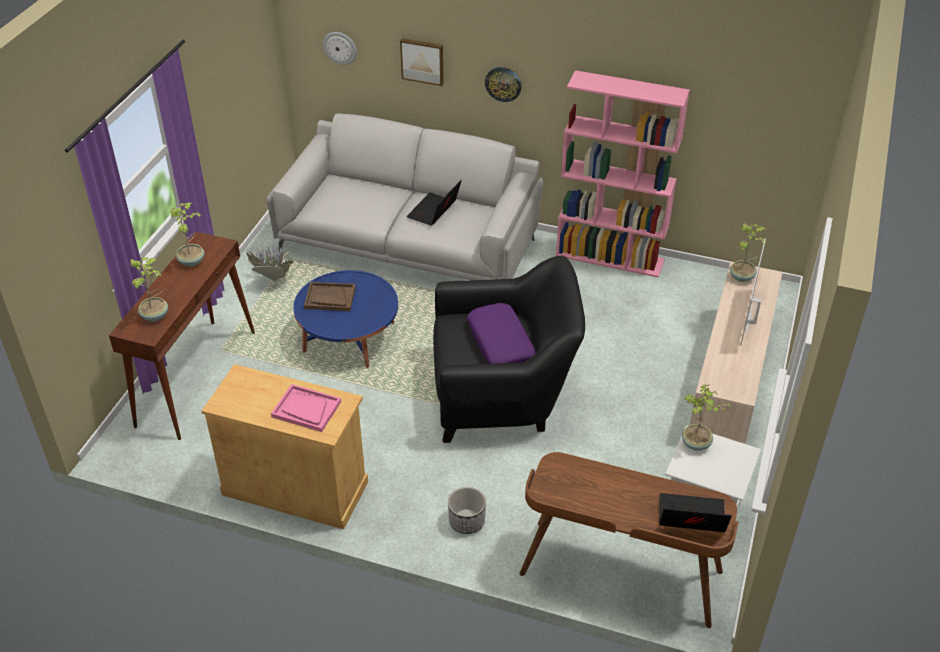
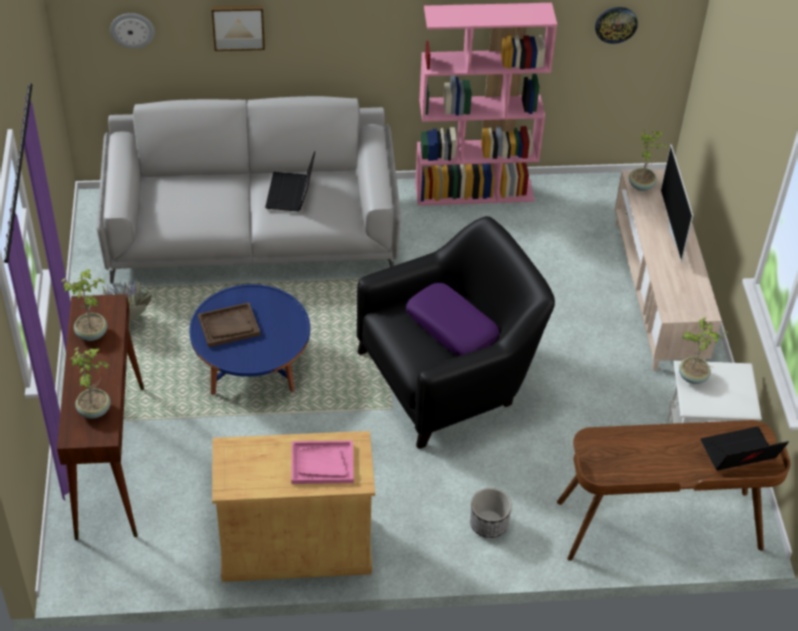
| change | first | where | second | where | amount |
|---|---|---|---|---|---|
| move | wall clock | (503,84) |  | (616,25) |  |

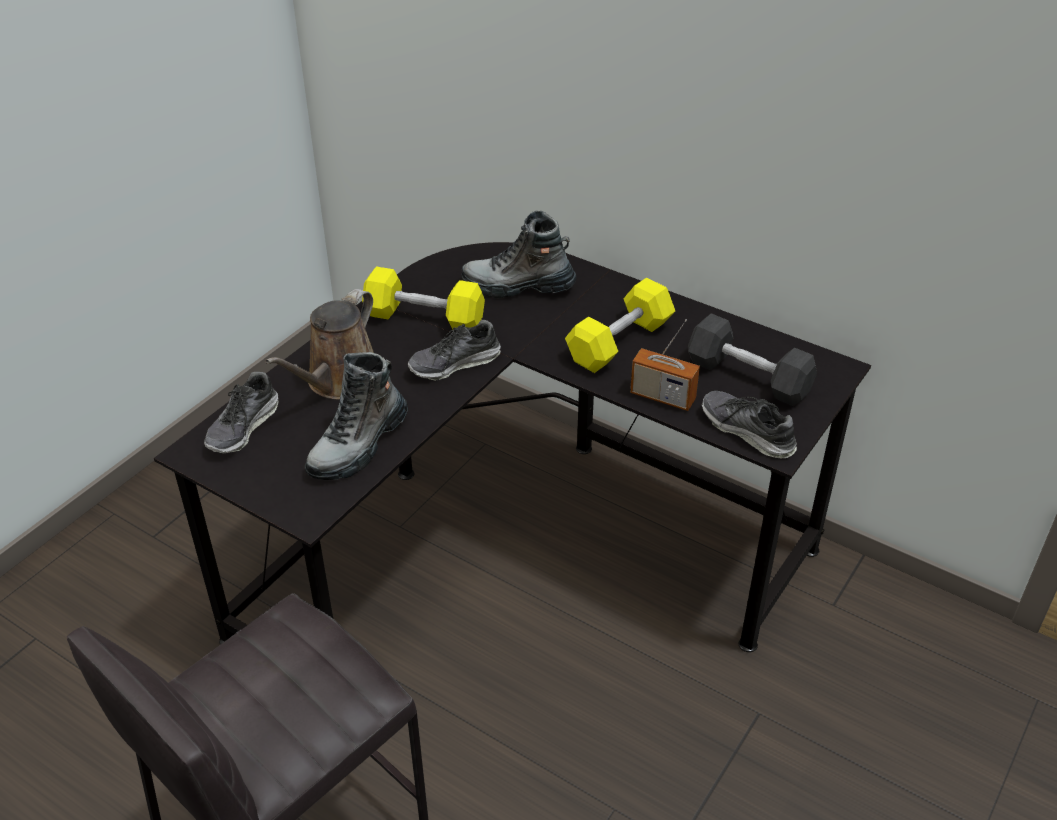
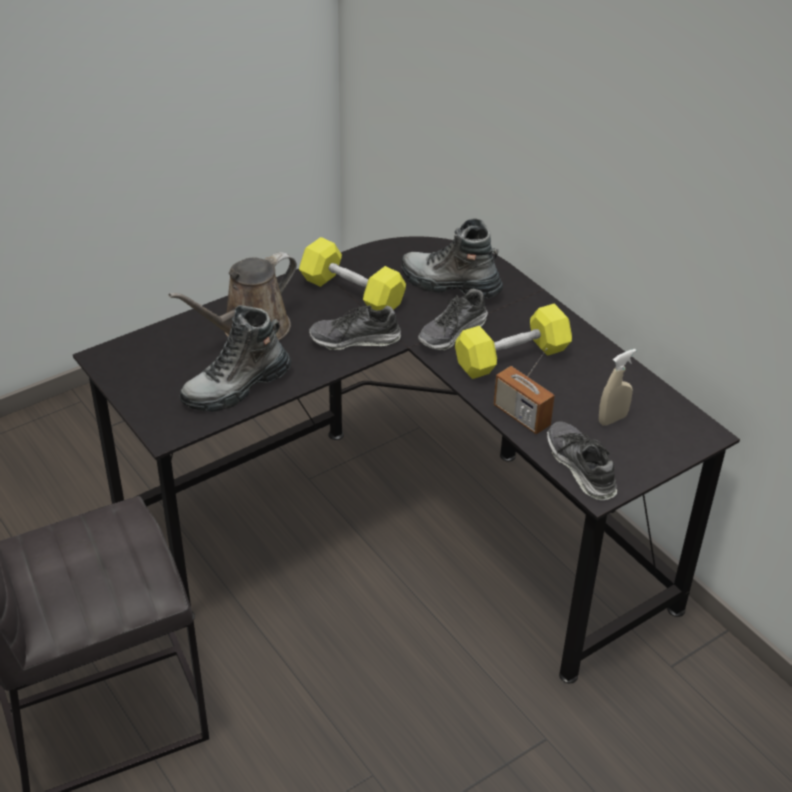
| change | first | where | second | where | amount |
|---|---|---|---|---|---|
| move | shoe | (241,413) |  | (453,319) |  |
| replace | blackish free weight | (752,359) | beige hand sprayer | (617,387) |  |

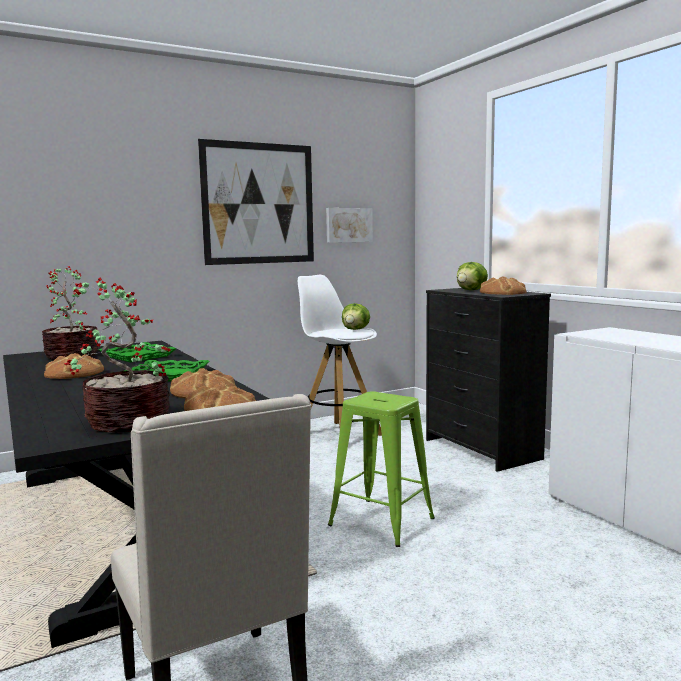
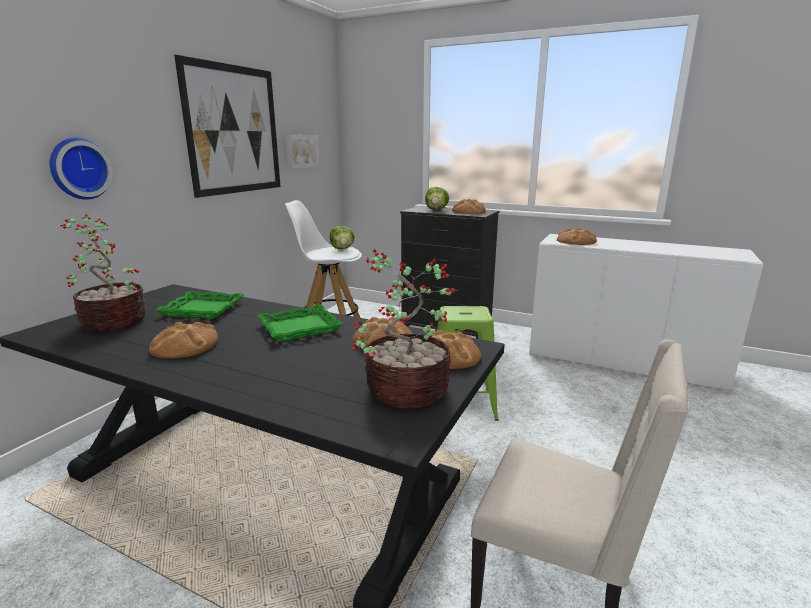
| change | first | where | second | where | amount |
|---|---|---|---|---|---|
| insert |  |  | wall clock | (81,169) |  |
| insert |  |  | baked bread | (577,236) |  |

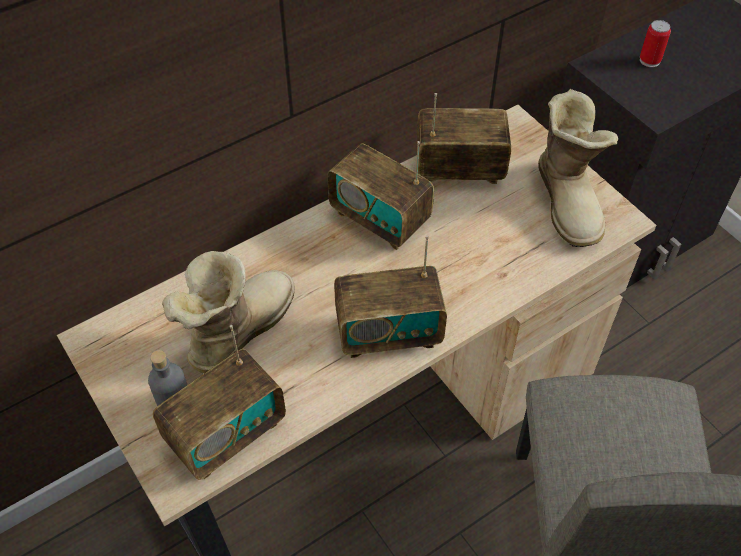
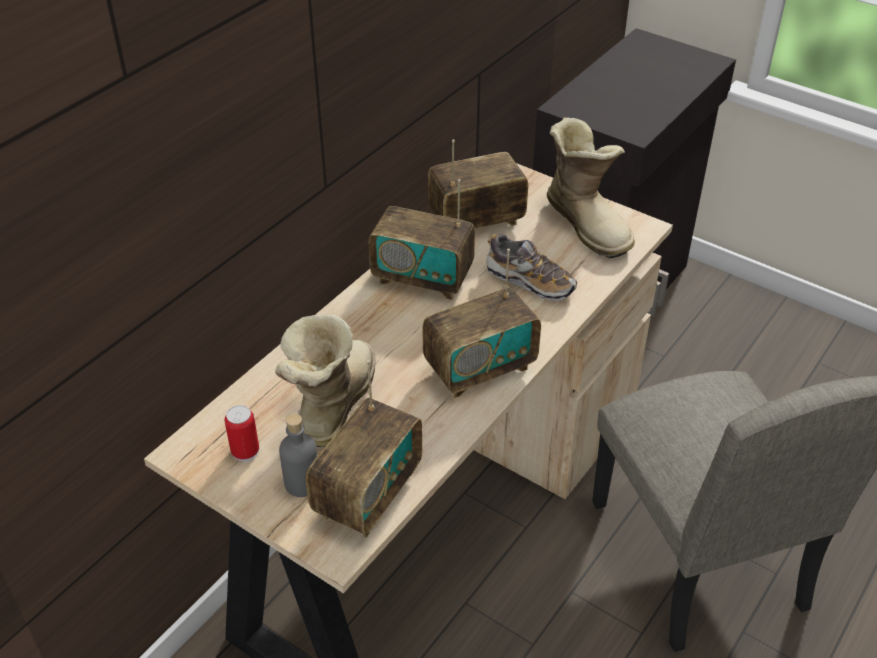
| change | first | where | second | where | amount |
|---|---|---|---|---|---|
| insert |  |  | shoe | (531,267) |  |
| move | metal can | (655,43) |  | (242,433) |  |

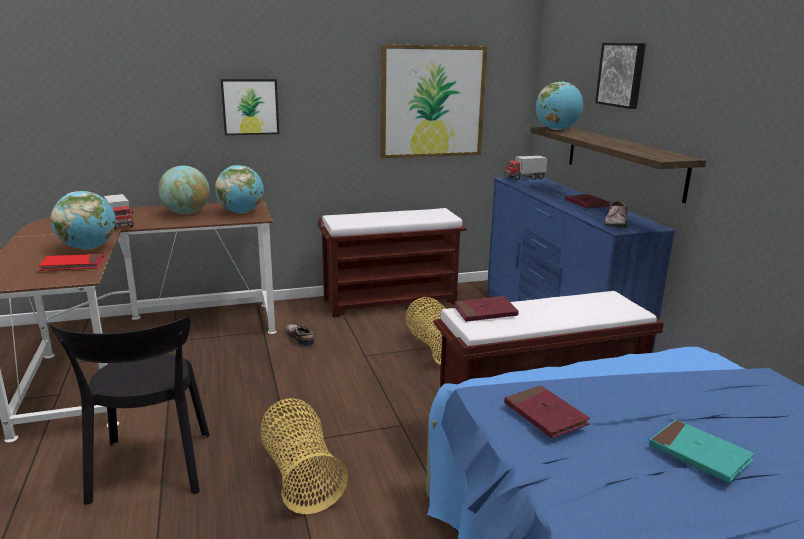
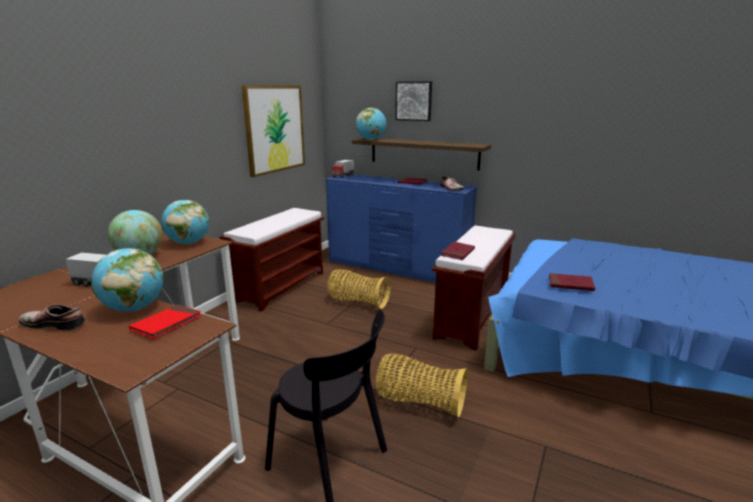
| change | first | where | second | where | amount |
|---|---|---|---|---|---|
| delete | wall picture | (249,107) |  |  |  |
| delete | turquoise-coloured volume | (701,451) |  |  |  |
| move | shoe | (300,335) |  | (52,317) |  |

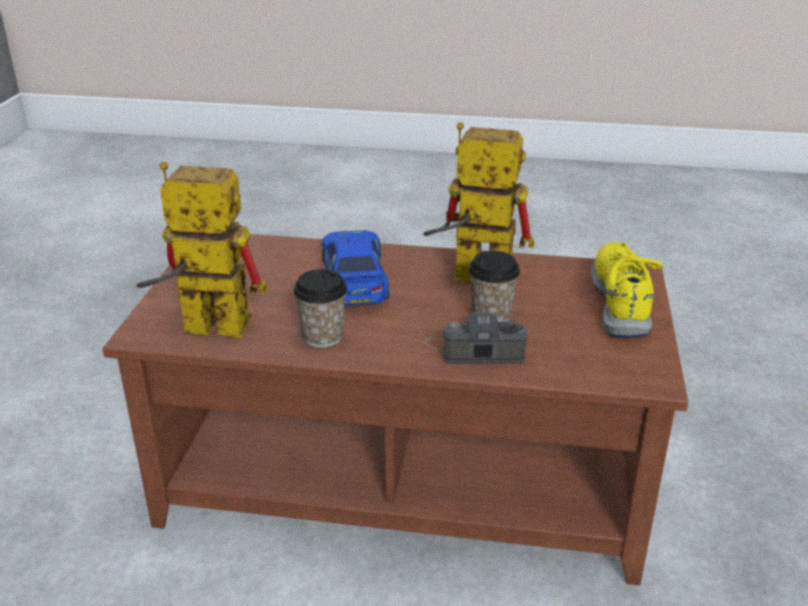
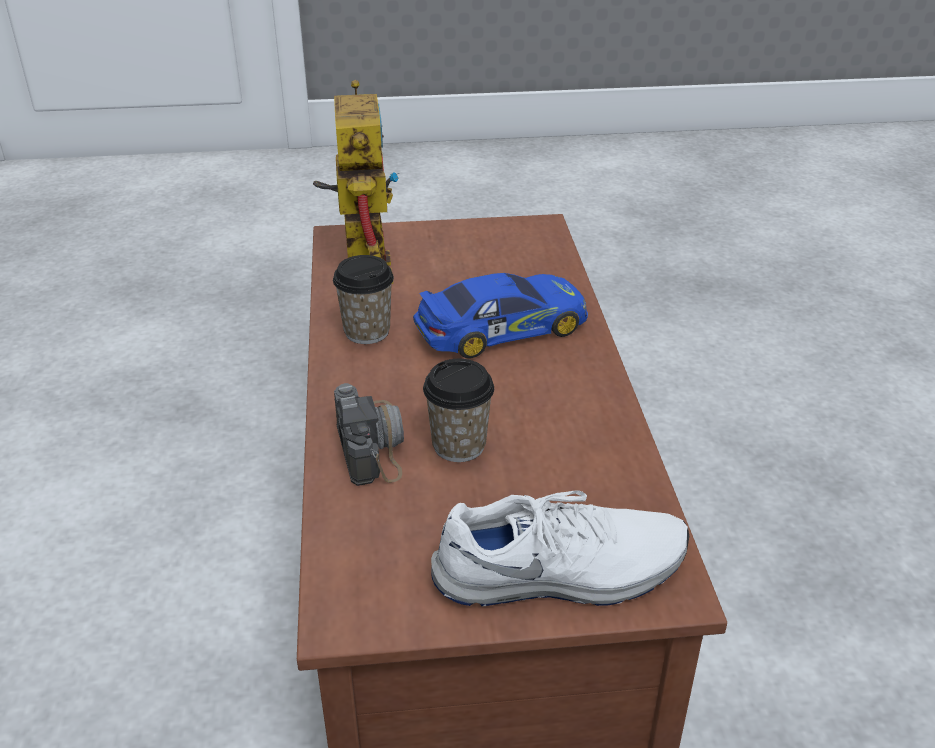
| change | first | where | second | where | amount |
|---|---|---|---|---|---|
| delete | robot figure | (479,202) |  |  |  |
| recolor | yellow-coloured shoe | (627,290) | white-coloured shoe | (560,548) |  |

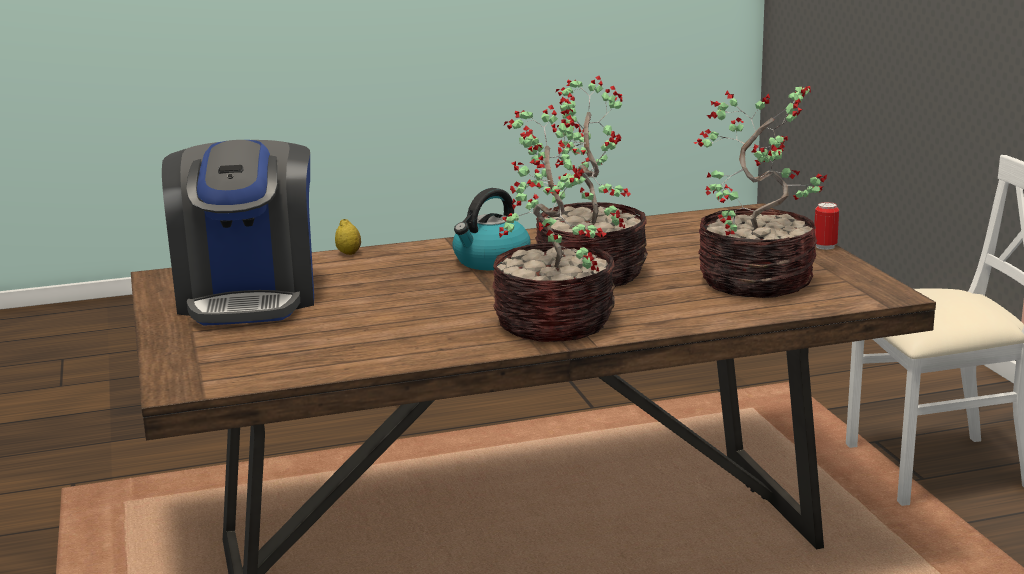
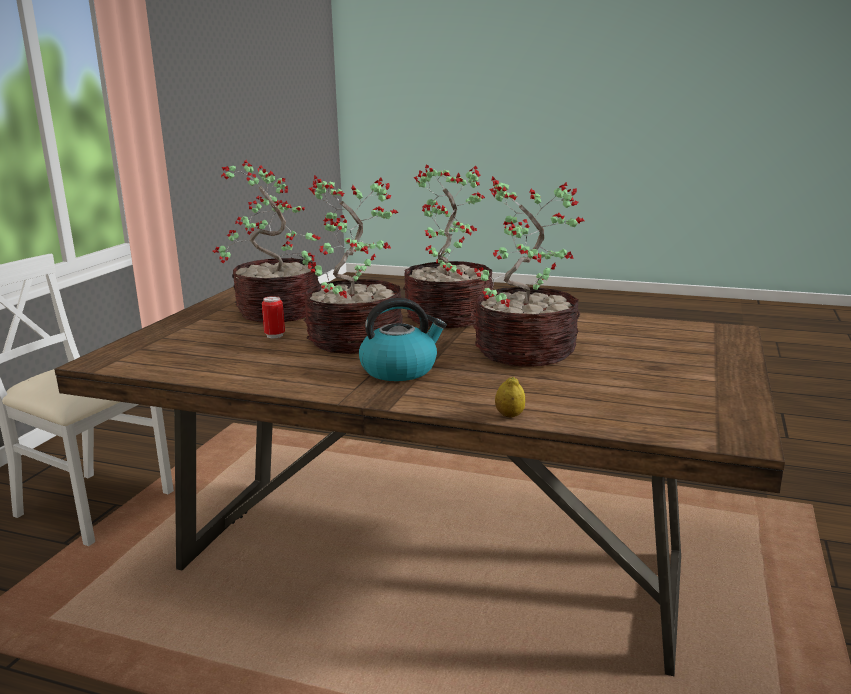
| change | first | where | second | where | amount |
|---|---|---|---|---|---|
| delete | coffee brewer | (238,233) |  |  |  |
| insert |  |  | potted plant | (528,271) |  |
| move | metal can | (826,226) |  | (273,317) |  |

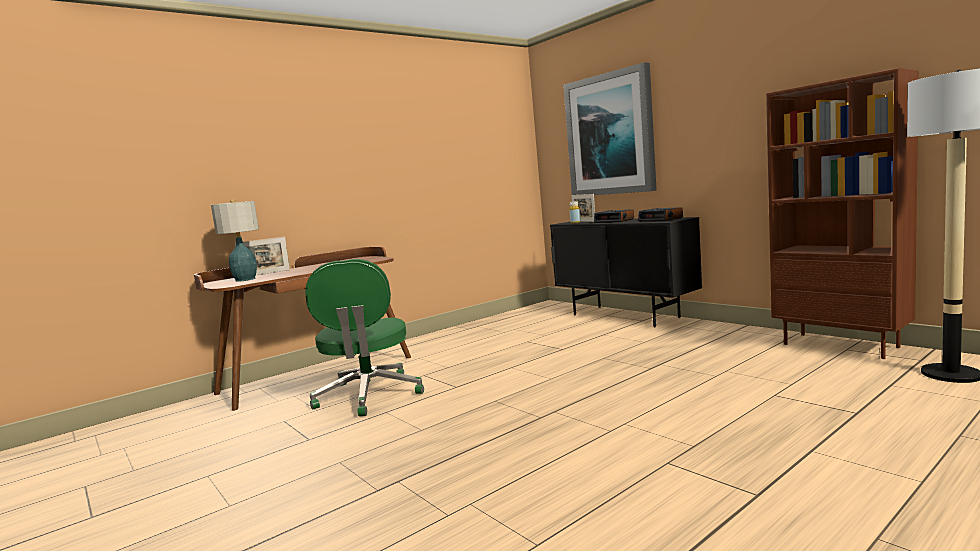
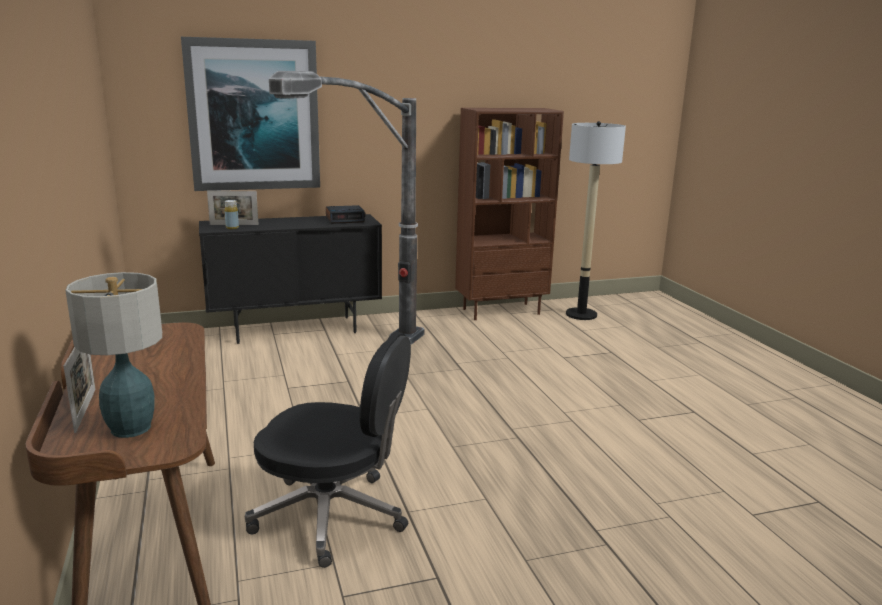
| change | first | where | second | where | amount |
|---|---|---|---|---|---|
| delete | table clock | (614,216) |  |  |  |
| insert |  |  | standing lamp | (346,207) |  |
| recolor | greenish office chair | (364,337) | blackish office chair | (328,450) |  |

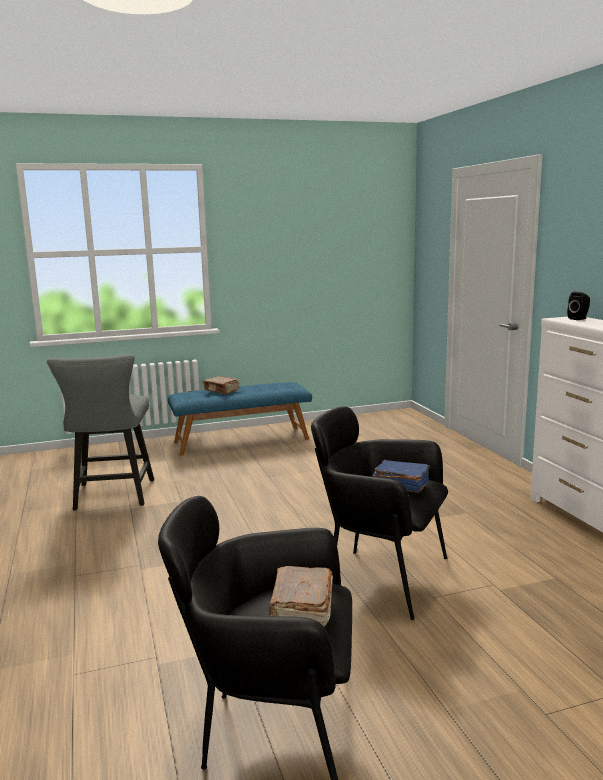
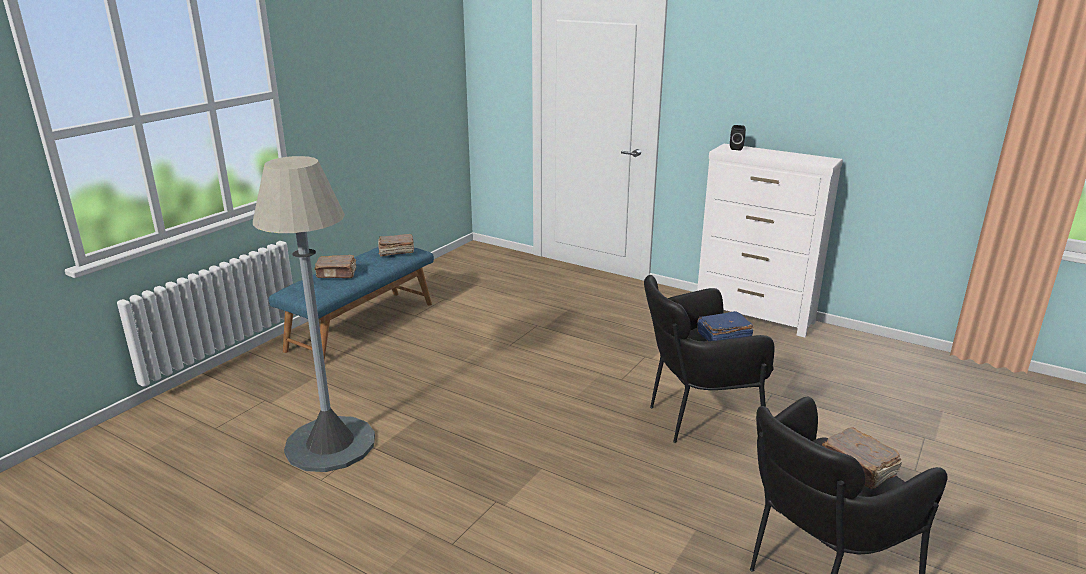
| change | first | where | second | where | amount |
|---|---|---|---|---|---|
| insert |  |  | brownish volume | (396,245) |  |
| replace | grey plain chair | (100,432) | grey standing lamp | (314,314) |  |

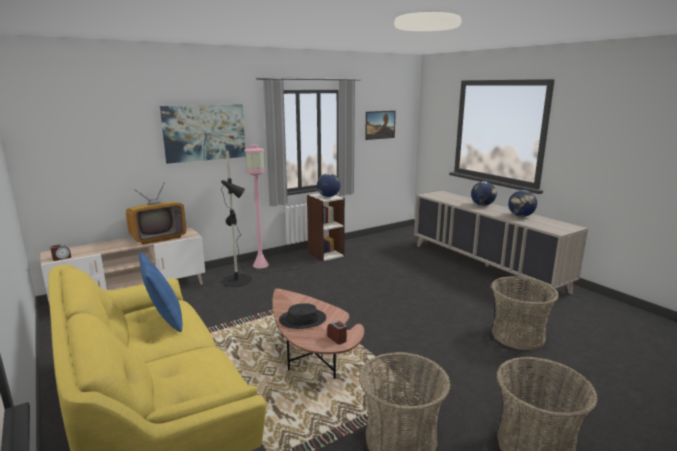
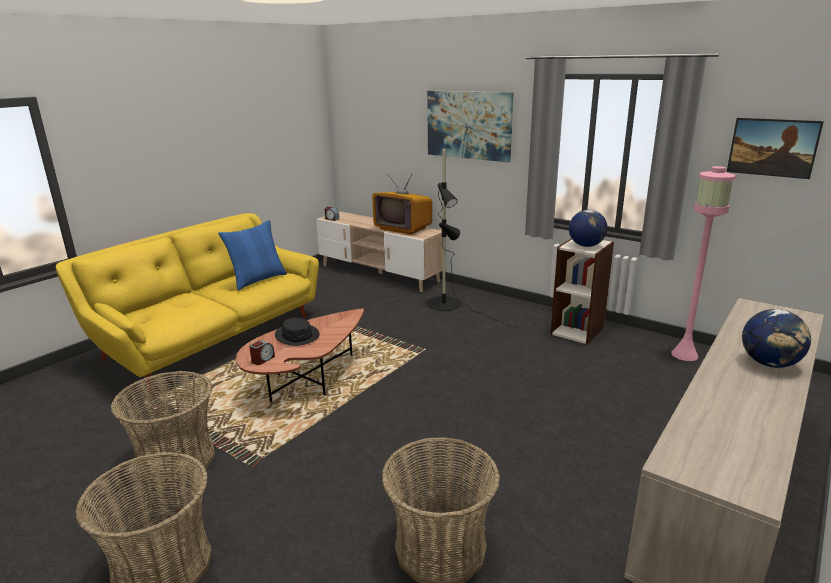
| change | first | where | second | where | amount |
|---|---|---|---|---|---|
| delete | world globe | (522,203) |  |  |  |
| move | pinkish standing lamp | (256,206) |  | (703,263) |  |

